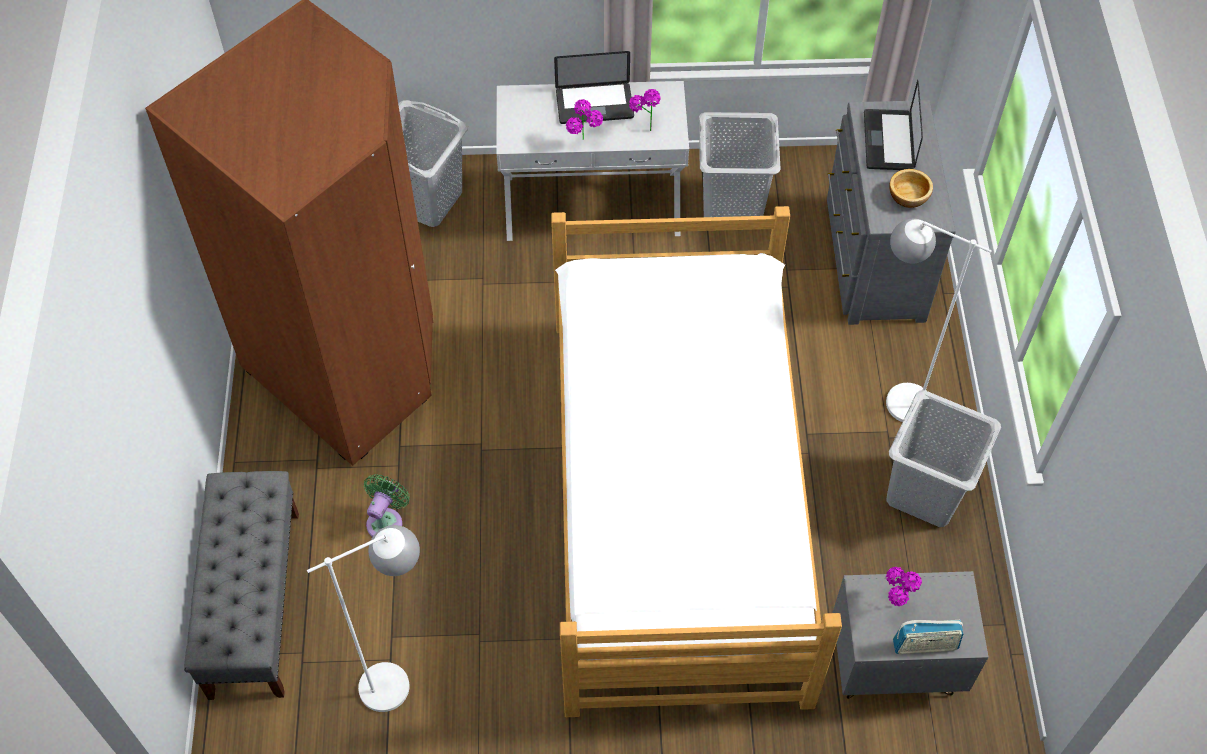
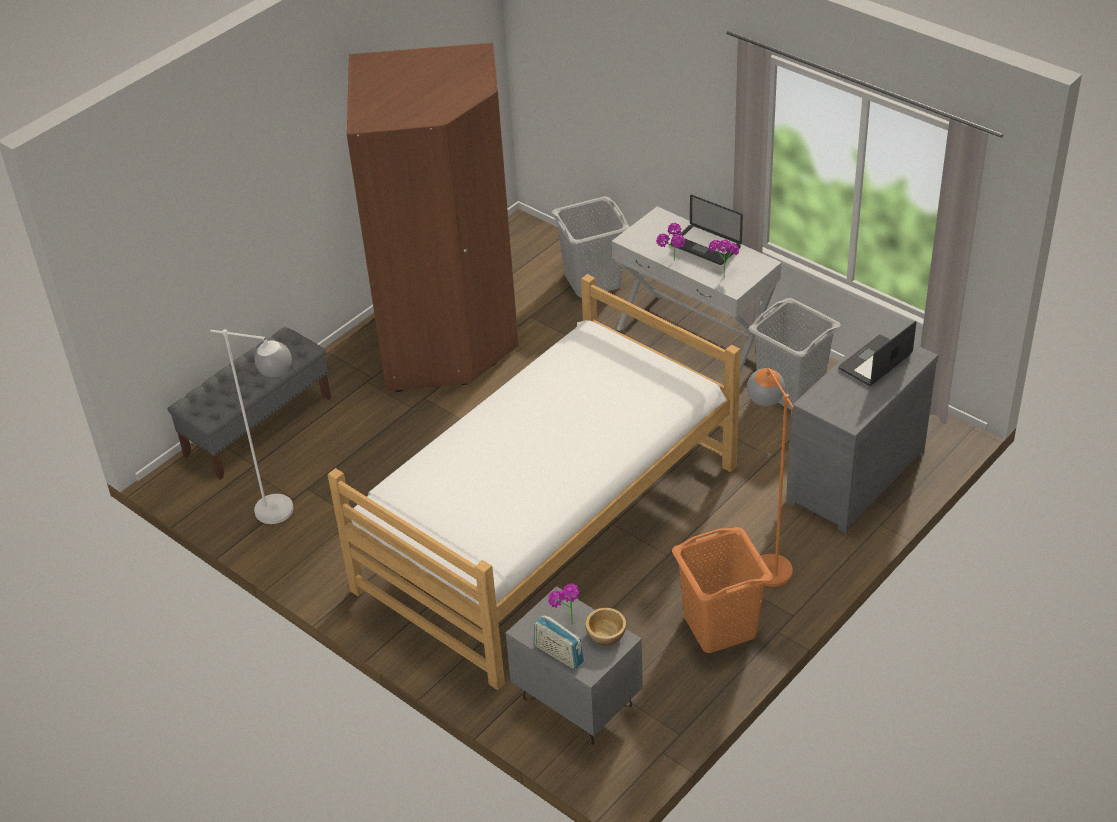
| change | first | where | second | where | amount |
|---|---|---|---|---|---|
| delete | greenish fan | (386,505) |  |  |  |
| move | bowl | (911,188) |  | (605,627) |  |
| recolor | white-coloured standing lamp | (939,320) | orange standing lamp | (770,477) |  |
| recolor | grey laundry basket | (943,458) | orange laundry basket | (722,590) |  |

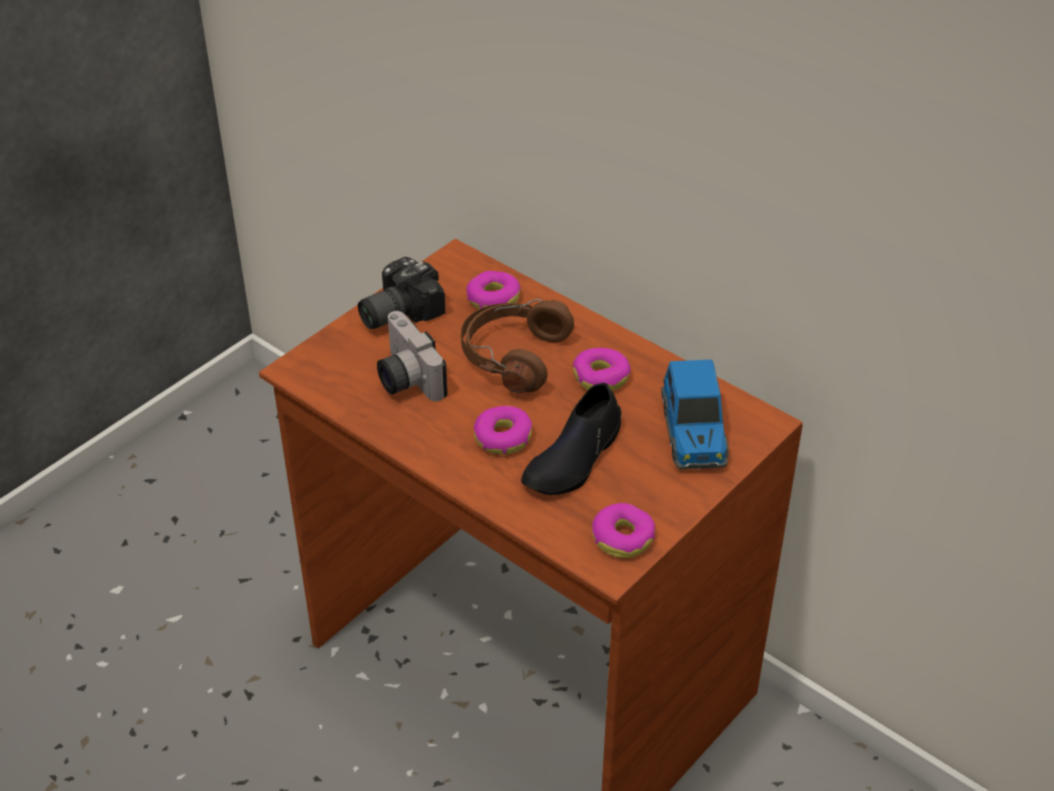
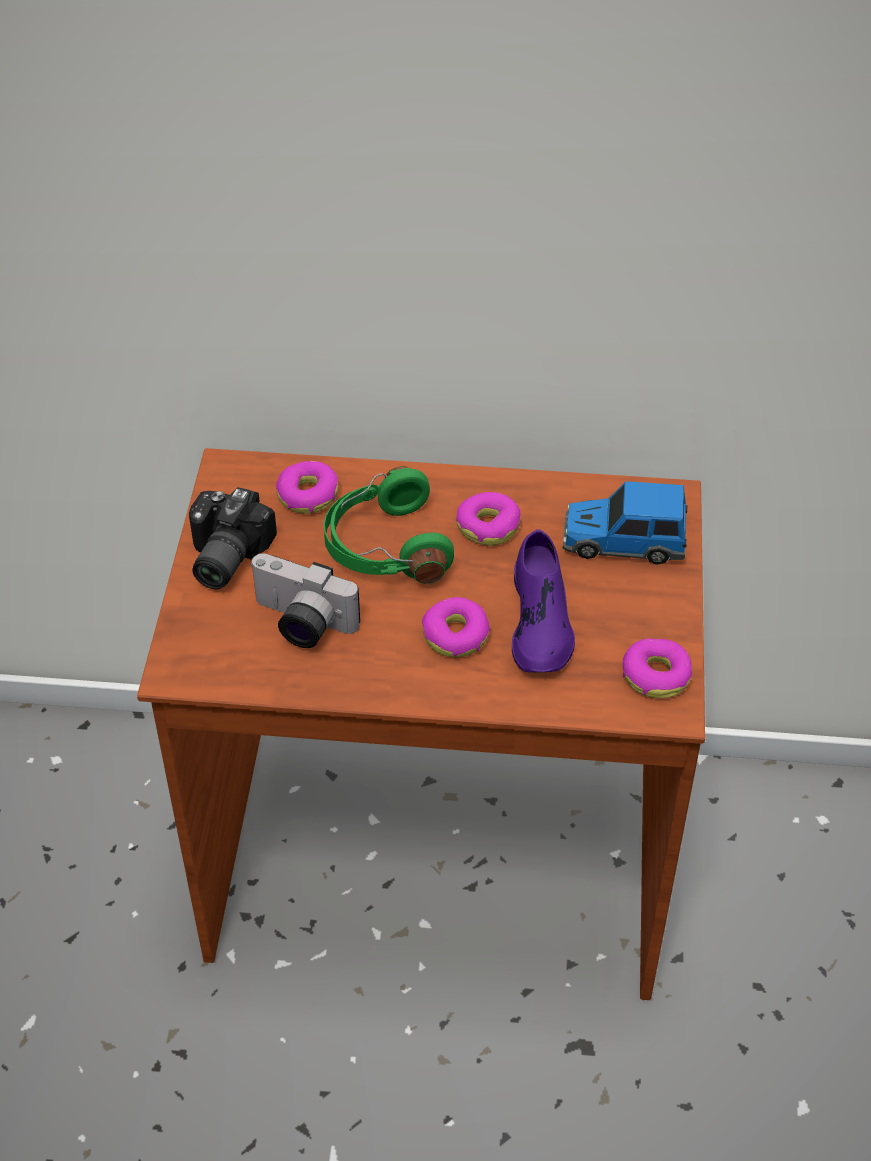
| change | first | where | second | where | amount |
|---|---|---|---|---|---|
| recolor | brownish headset | (517,346) | greenish headset | (389,525) |  |
| recolor | blackish shoe | (571,438) | purple-coloured shoe | (543,600) |  |
| rotate | model car | (695,414) |  | (625,523) | 135 degrees clockwise |

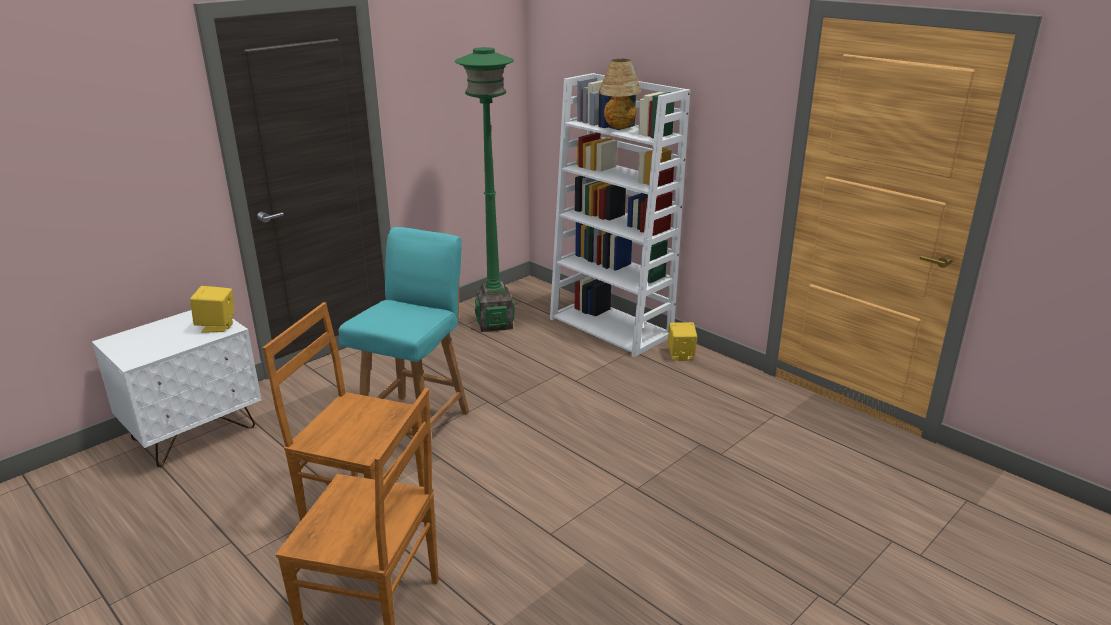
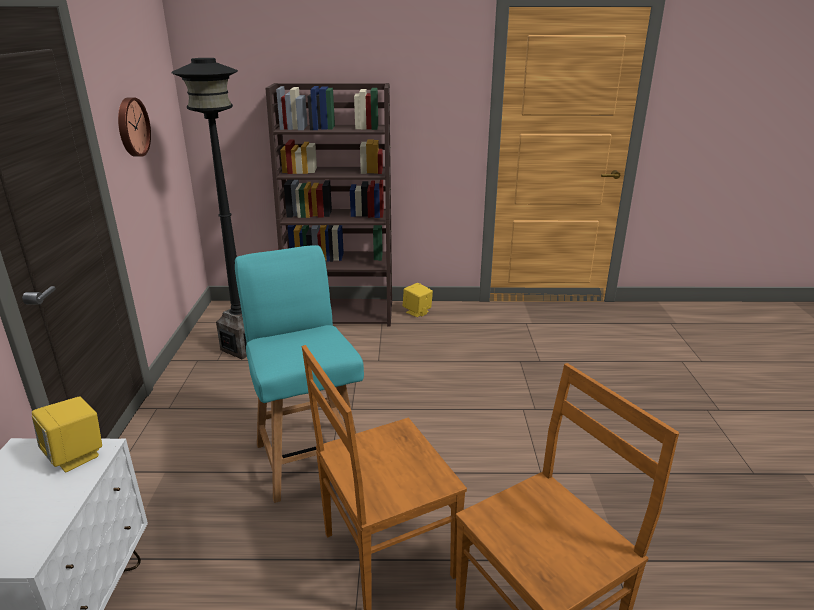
| change | first | where | second | where | amount |
|---|---|---|---|---|---|
| delete | table lamp | (620,94) |  |  |  |
| insert |  |  | wall clock | (134,127) |  |
| recolor | greenish standing lamp | (485,189) | blackish standing lamp | (209,209) |  |
| recolor | white-coloured bookcase | (620,215) | brownish bookcase | (328,205) |  |

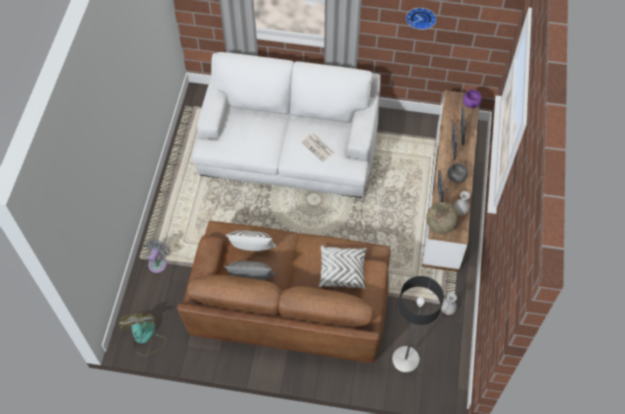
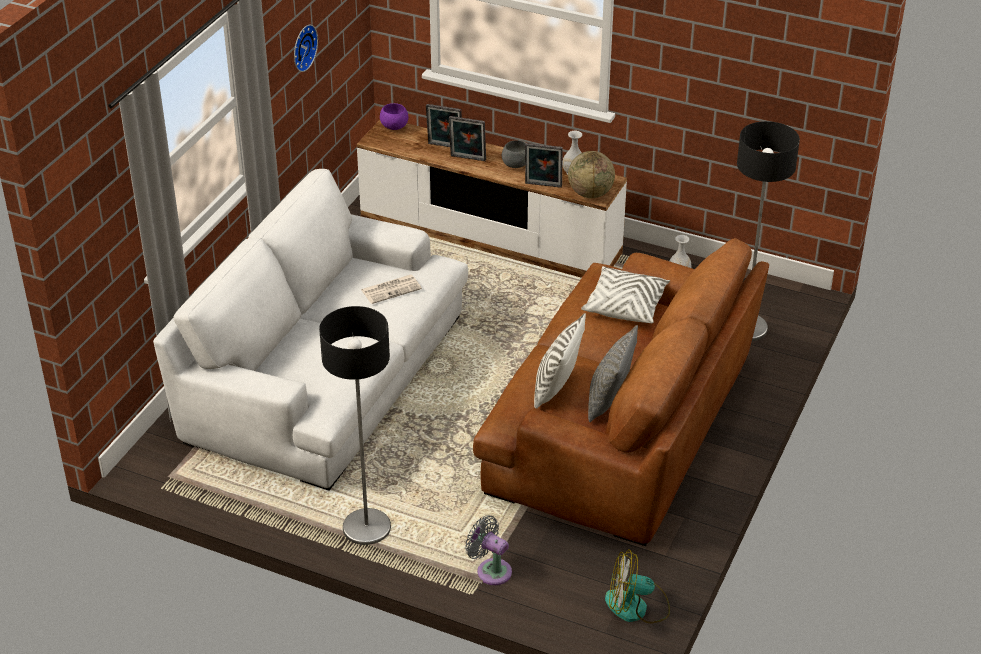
| change | first | where | second | where | amount |
|---|---|---|---|---|---|
| insert |  |  | standing lamp | (355,426) |  |

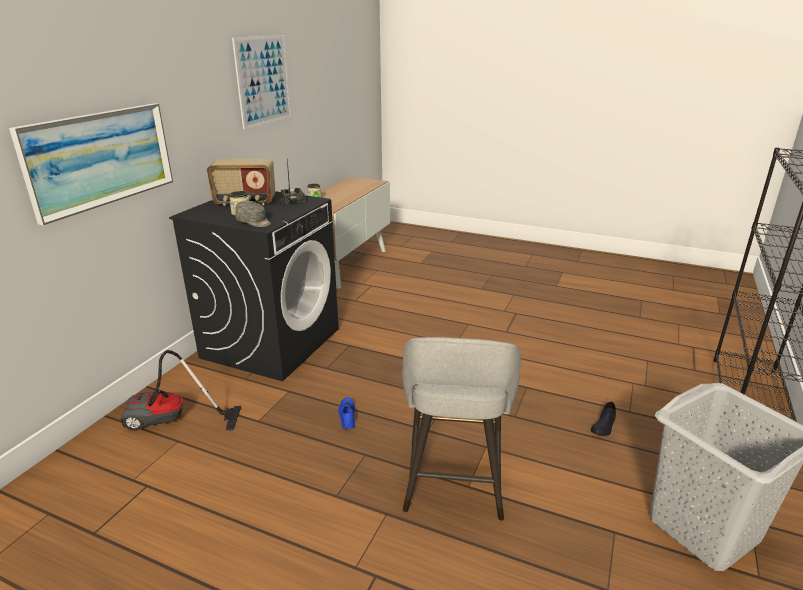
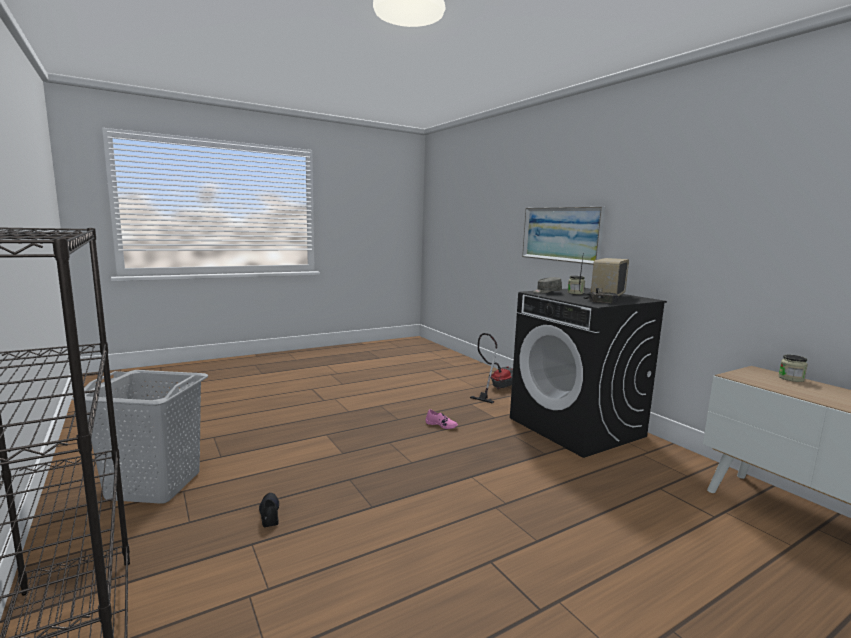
| change | first | where | second | where | amount |
|---|---|---|---|---|---|
| delete | wall picture | (261,82) |  |  |  |
| delete | grey stool | (461,429) |  |  |  |
| recolor | blue-coloured shoe | (346,413) | pinkish shoe | (441,419) |  |

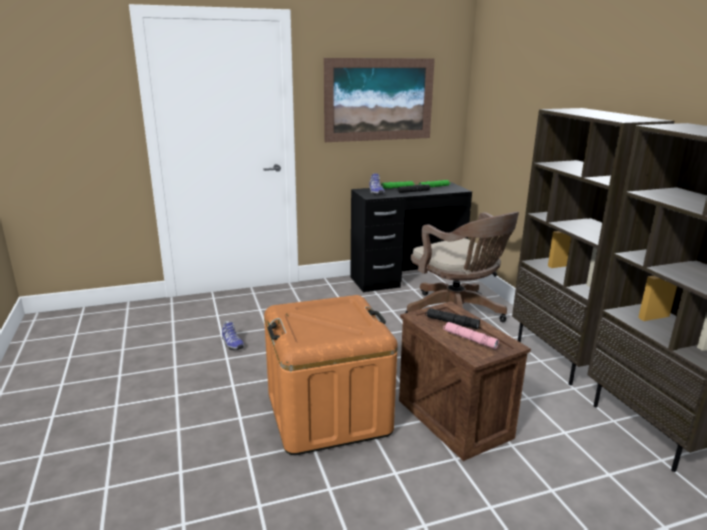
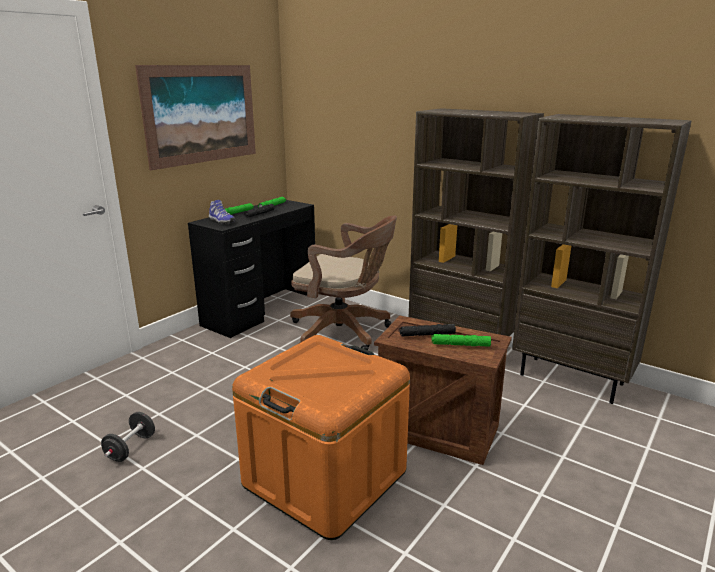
| change | first | where | second | where | amount |
|---|---|---|---|---|---|
| replace | shoe | (233,335) | blackish free weight | (128,437) |  |
| recolor | pinkish flashlight | (471,335) | greenish flashlight | (461,340) |  |

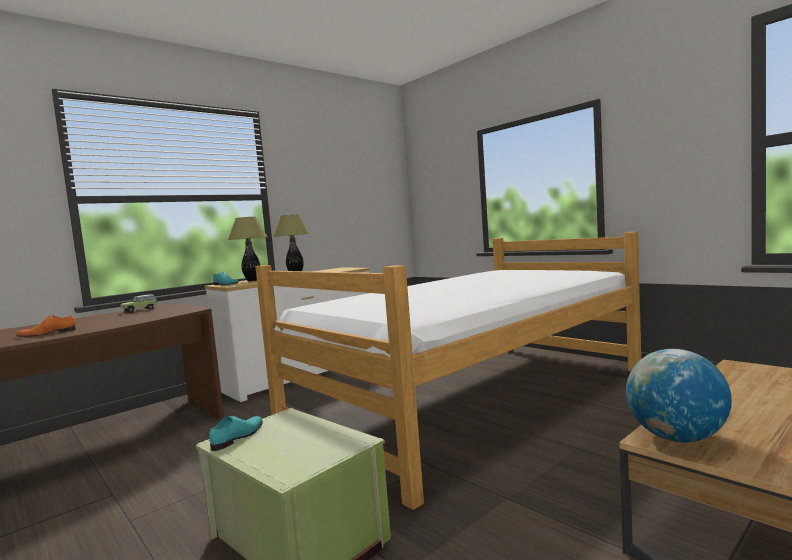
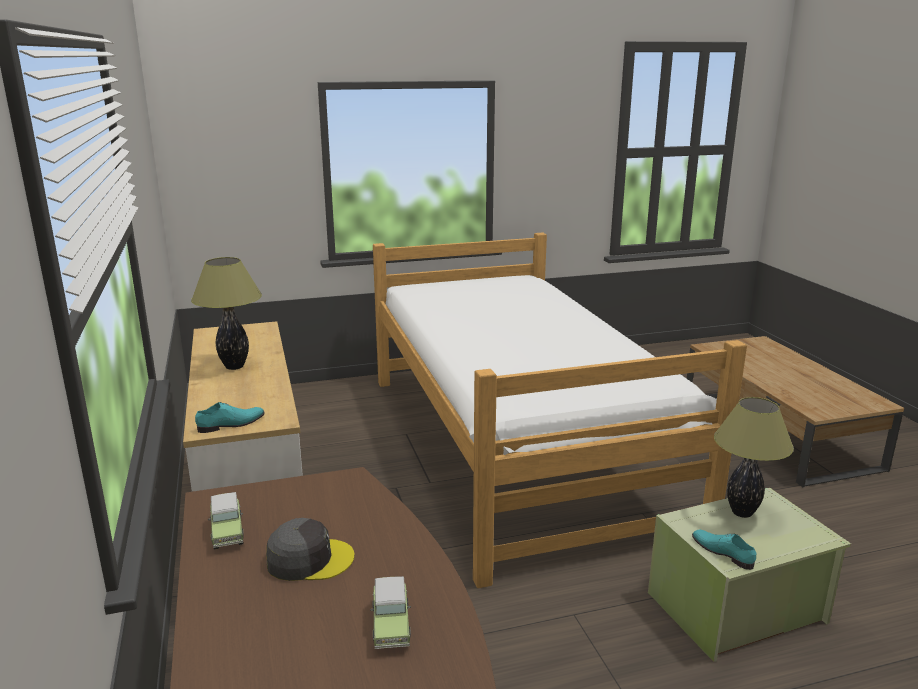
| change | first | where | second | where | amount |
|---|---|---|---|---|---|
| delete | world globe | (679,395) |  |  |  |
| insert |  |  | grey peaked cap | (310,549) |  |
| move | table lamp | (247,249) |  | (754,457) |  |
| replace | orange shoe | (46,326) | model car | (390,612) |  |

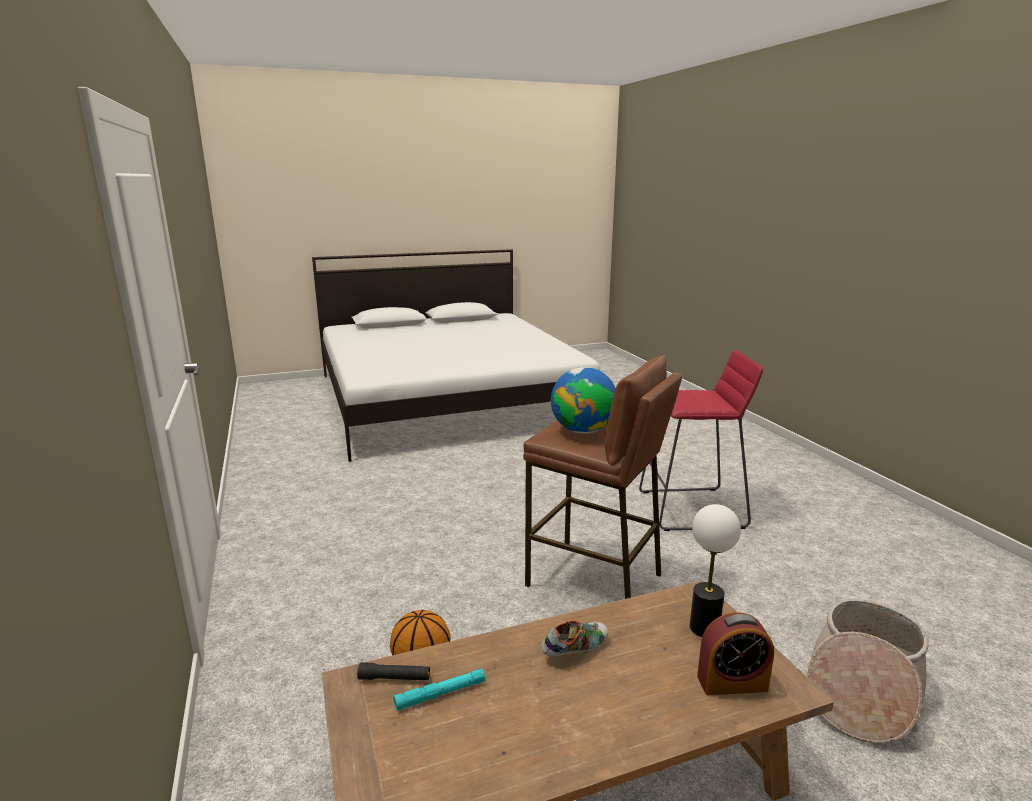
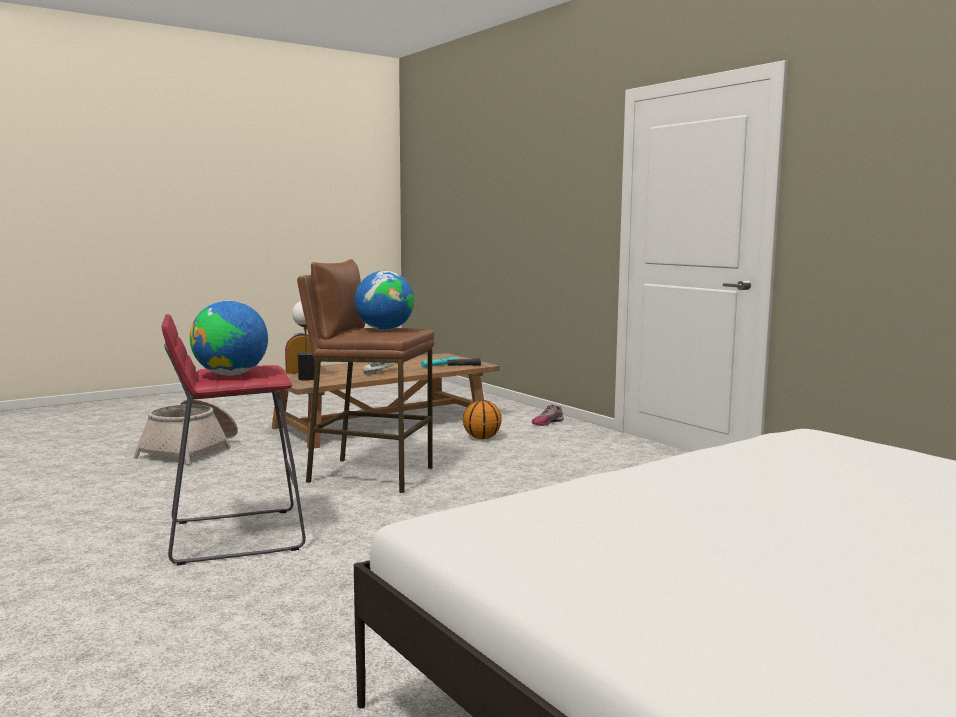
| change | first | where | second | where | amount |
|---|---|---|---|---|---|
| insert |  |  | world globe | (229,338) |  |
| insert |  |  | shoe | (548,415) |  |

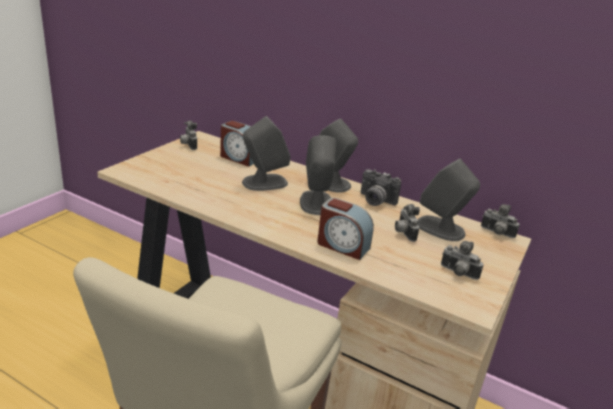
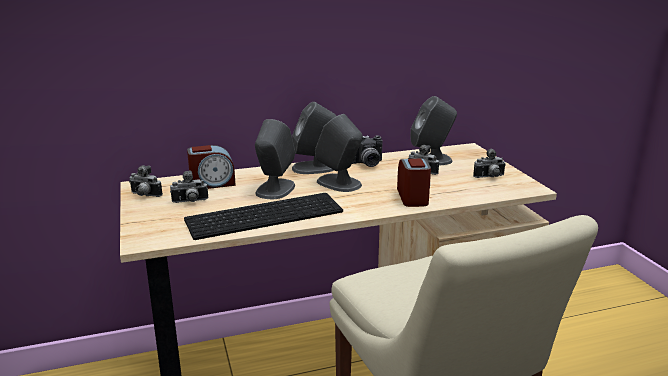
| change | first | where | second | where | amount |
|---|---|---|---|---|---|
| insert |  |  | computer keyboard | (263,216) |  |
| move | still camera | (500,221) |  | (189,186) |  |
| rotate | table clock | (345,229) |  | (414,183) | 75 degrees counterclockwise |

